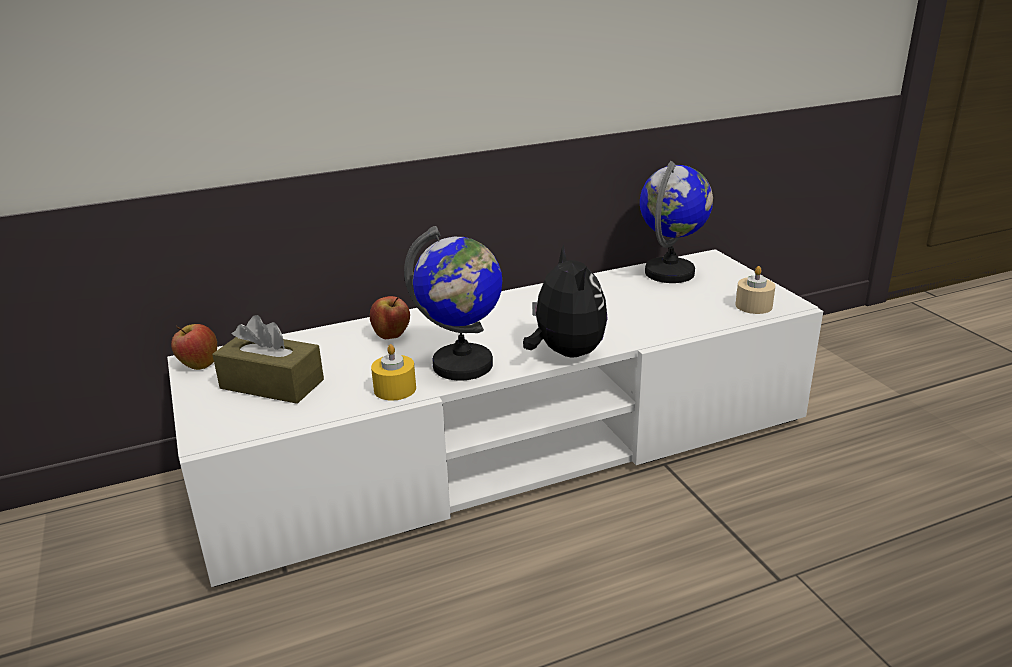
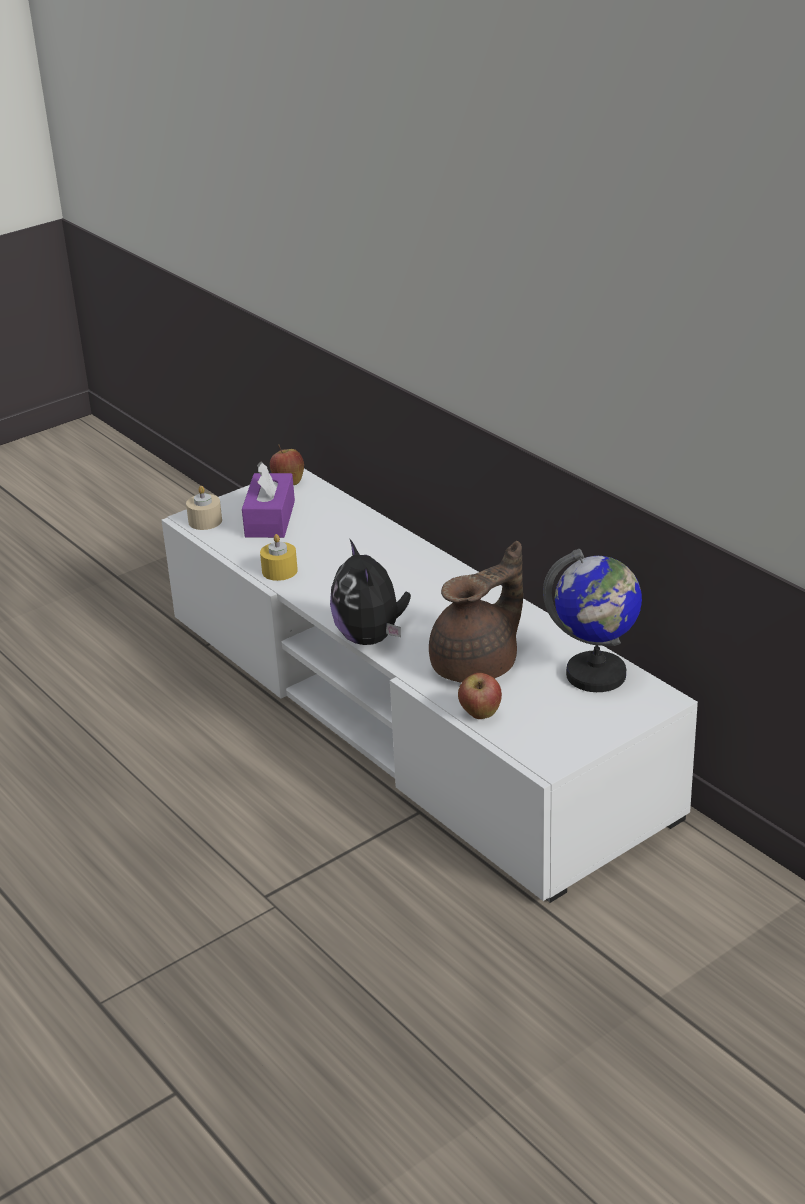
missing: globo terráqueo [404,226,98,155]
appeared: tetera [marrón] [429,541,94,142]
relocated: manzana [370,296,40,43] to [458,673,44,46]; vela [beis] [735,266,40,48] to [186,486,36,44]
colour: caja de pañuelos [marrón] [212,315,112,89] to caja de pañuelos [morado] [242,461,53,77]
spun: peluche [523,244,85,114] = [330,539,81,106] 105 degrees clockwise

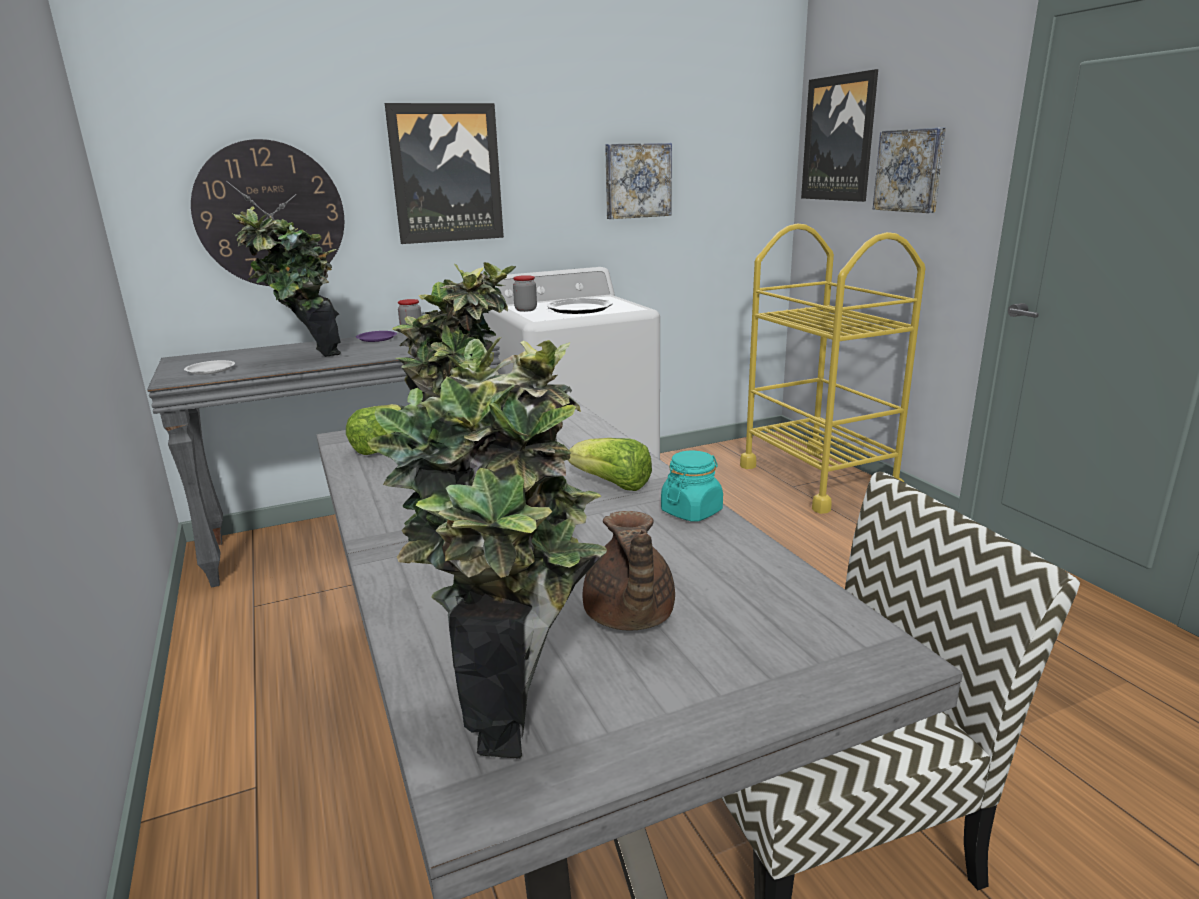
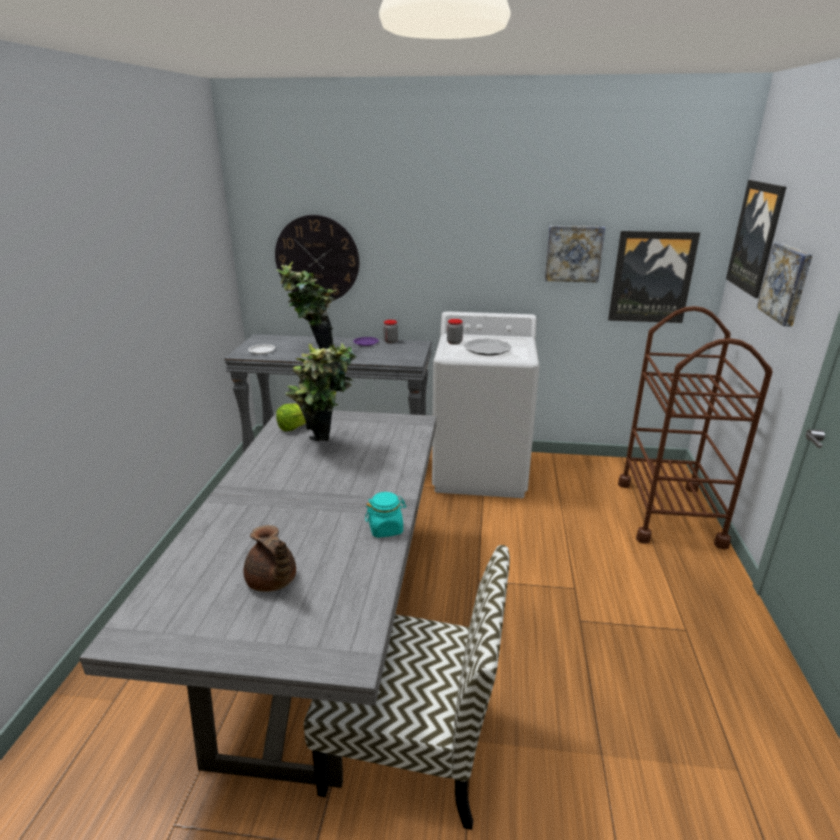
missing: planta en maceta [367,337,240,422]; lechuga [568,438,84,53]
relocated: cuadro [385,103,119,141] to [608,231,92,92]
colour: carrito [amarillo] [740,223,186,291] to carrito [marrón] [618,306,154,243]
spun: tetera [marrón] [583,511,92,120] = [244,525,52,67] 60 degrees counterclockwise

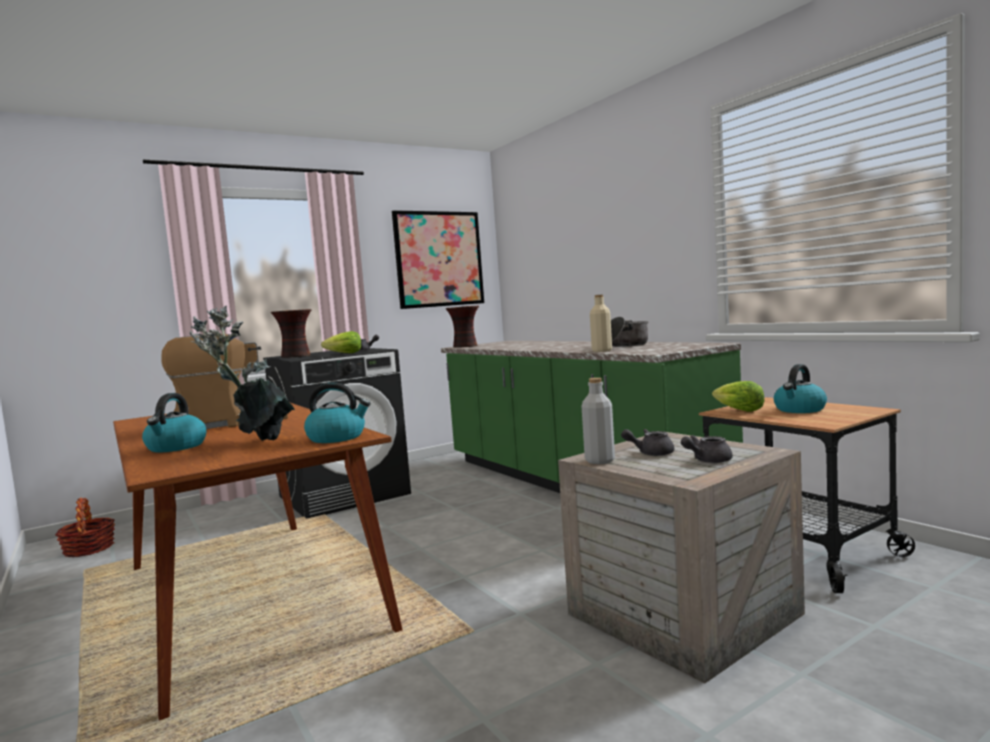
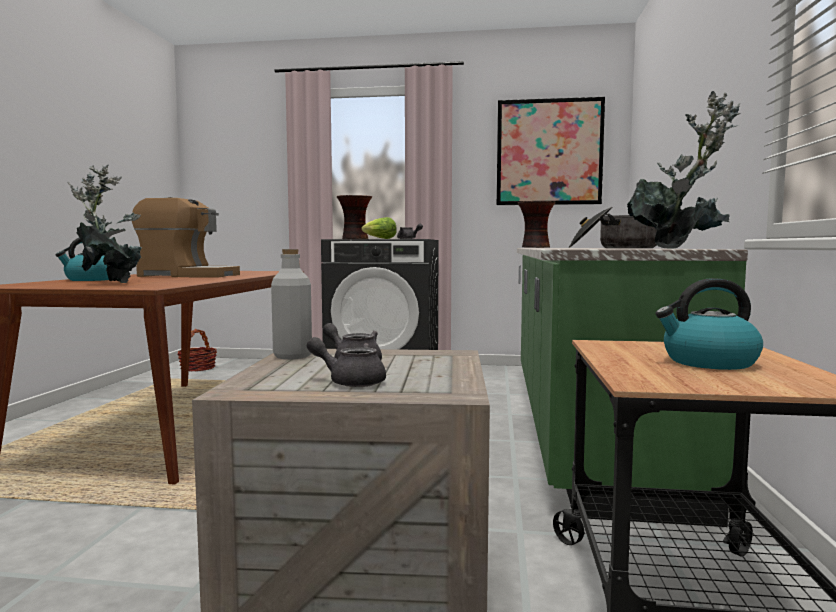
missing: hervidor [304,382,67,61]; botella [beis] [590,295,22,57]; lechuga [712,381,53,31]
appeared: planta en maceta [627,91,114,158]

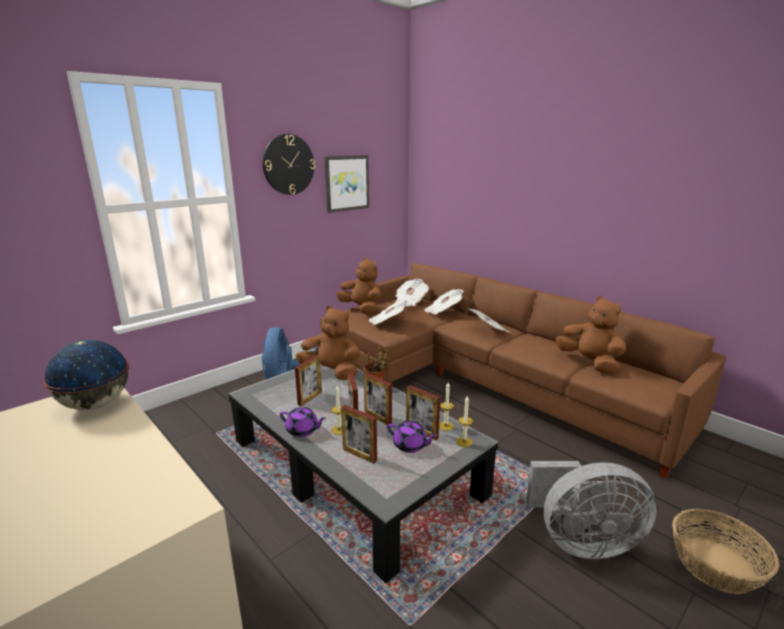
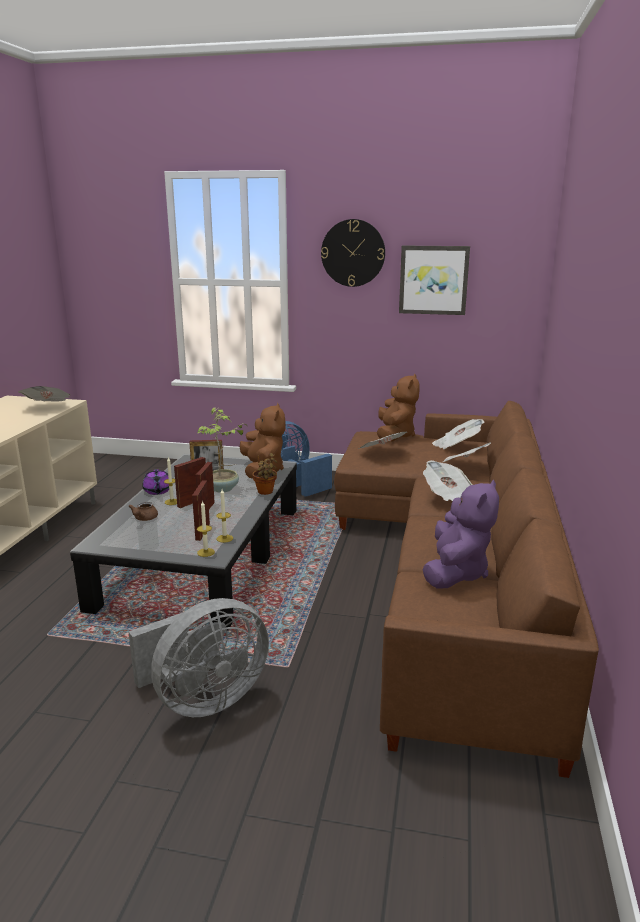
missing: tetera [morado] [387,421,51,32]; cesta [672,509,107,85]
appeared: planta en maceta [198,407,49,86]
exchanged: globo terráqueo [43,340,86,70] to periódico [18,386,52,16]; portarretratos [341,405,36,59] to tetera [marrón] [128,502,30,19]
colour: peluche [marrón] [555,296,71,78] to peluche [morado] [422,480,77,109]
spun: ventilador [gris] [526,461,131,98] = [129,598,140,119] 90 degrees counterclockwise

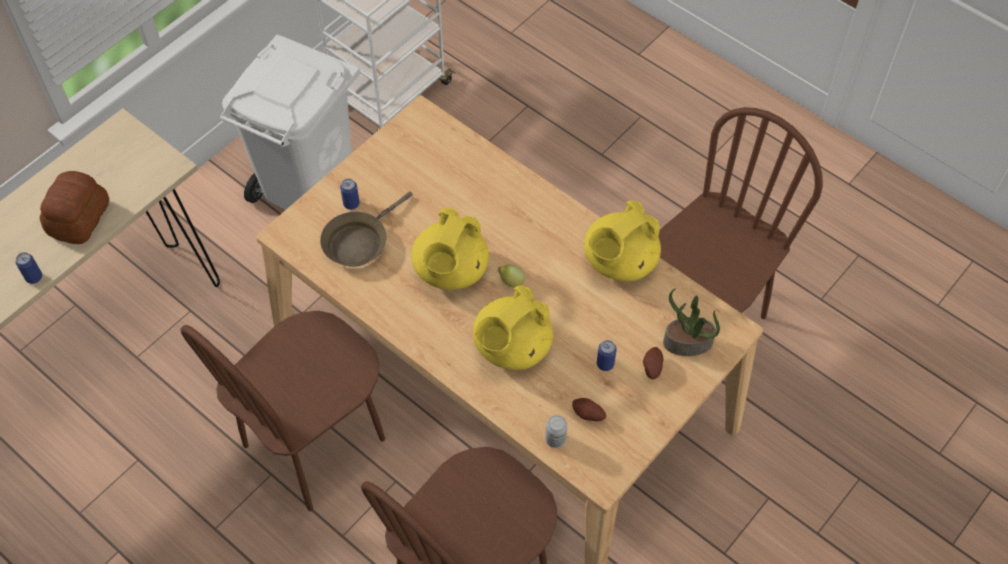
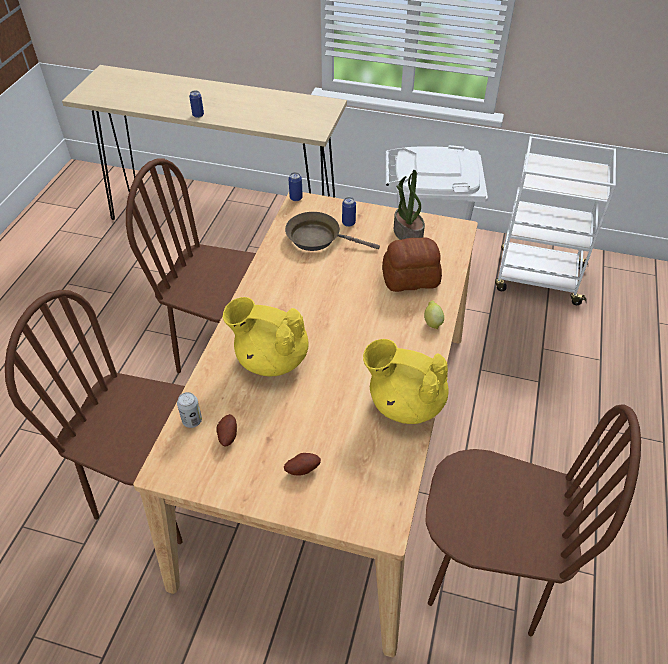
missing: tetera [amarillo] [411,208,78,82]
relocated: pan [40,171,69,73] to [382,237,60,55]; limón [498,265,27,23] to [424,300,20,29]; lata [597,340,20,31] to [288,172,15,29]; planta en maceta [663,288,57,68] to [394,170,31,70]

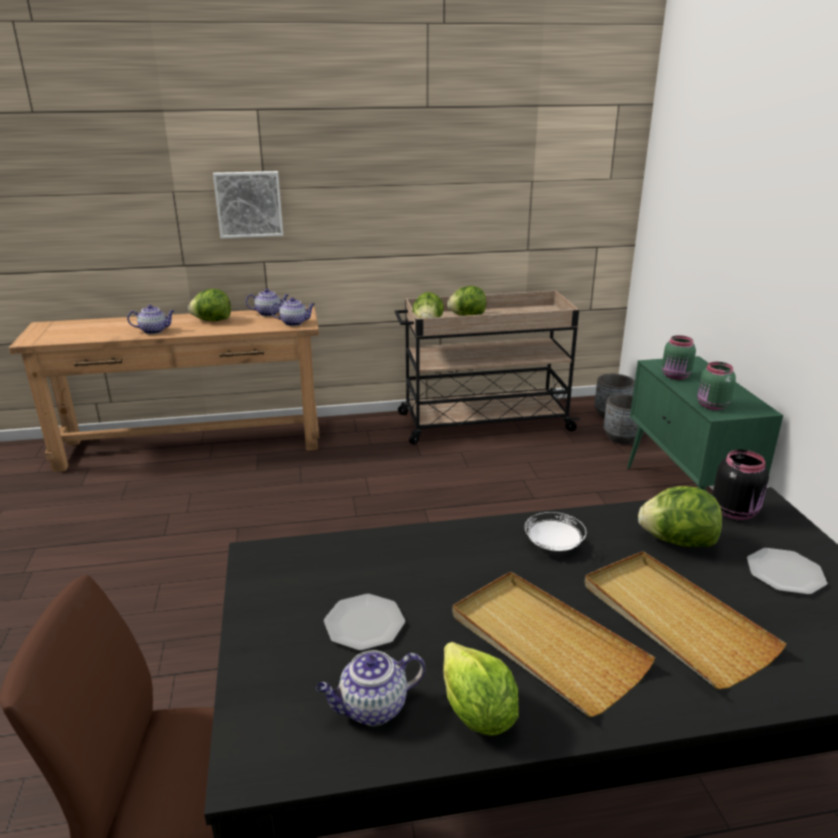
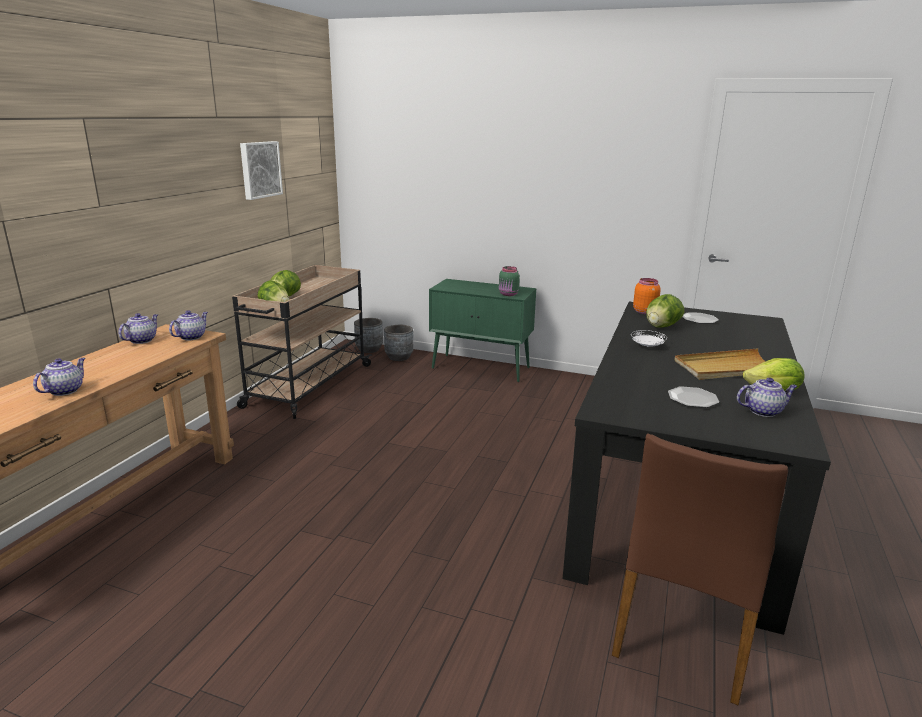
missing: lechuga [188,289,43,32]; bandeja [beis] [585,551,201,138]; tarro [verde] [662,335,34,45]
relocated: cuadro [213,171,70,67] to [240,141,43,59]
colour: tarro [negro] [712,450,57,70] to tarro [naranja] [633,278,28,36]
spun: tetera [316,650,109,76] = [737,377,61,40] 105 degrees counterclockwise

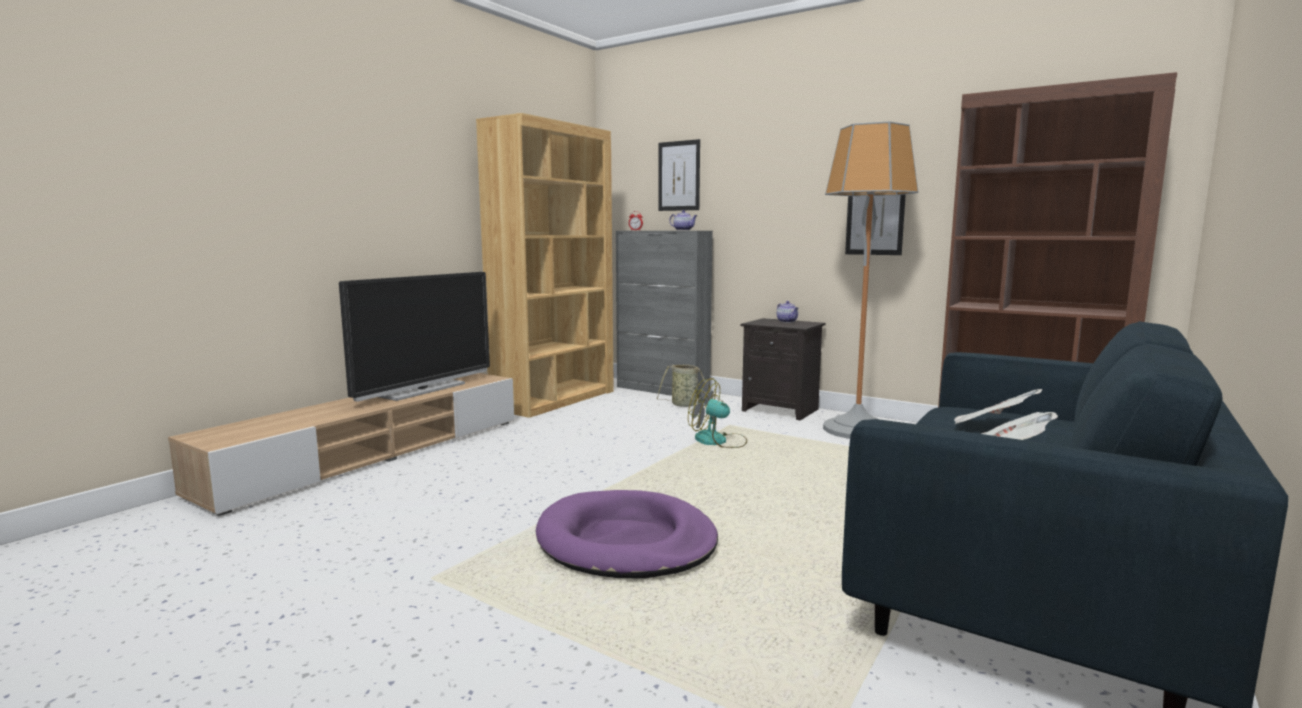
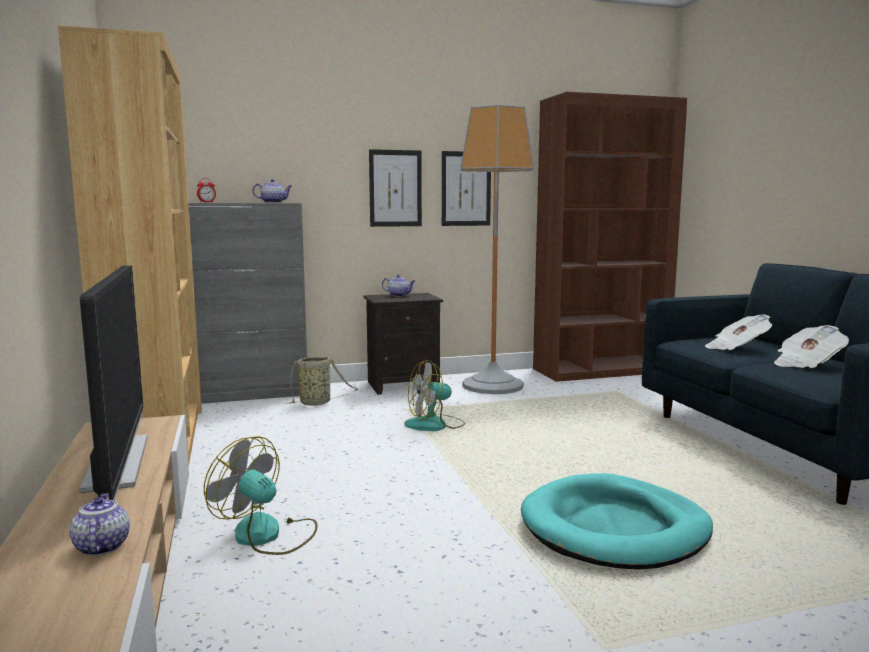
appeared: tetera [69,493,61,63]; ventilador [204,436,114,119]
relocated: cuadro [658,139,42,72] to [369,149,53,78]
colour: cama para perro [morado] [536,490,182,89] to cama para perro [turquesa] [521,473,192,97]

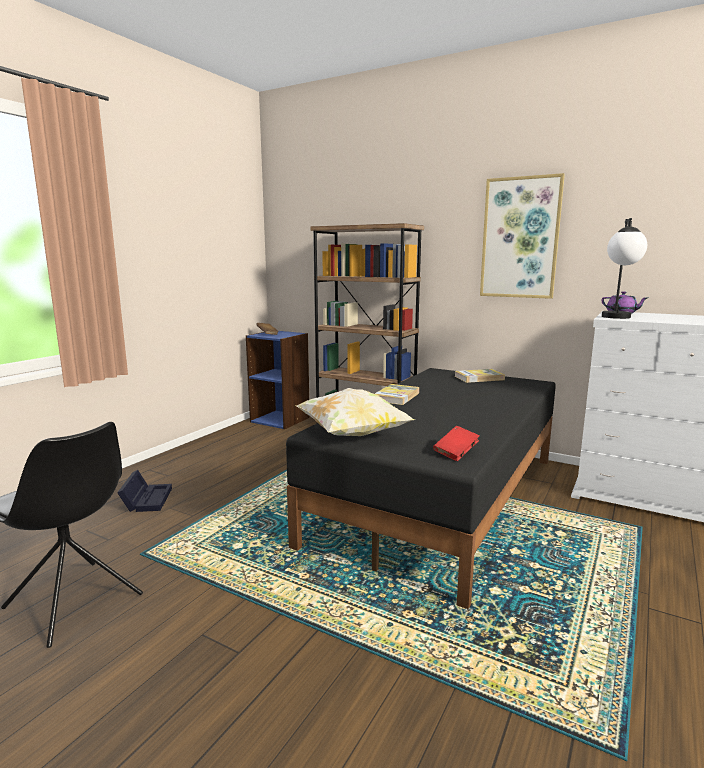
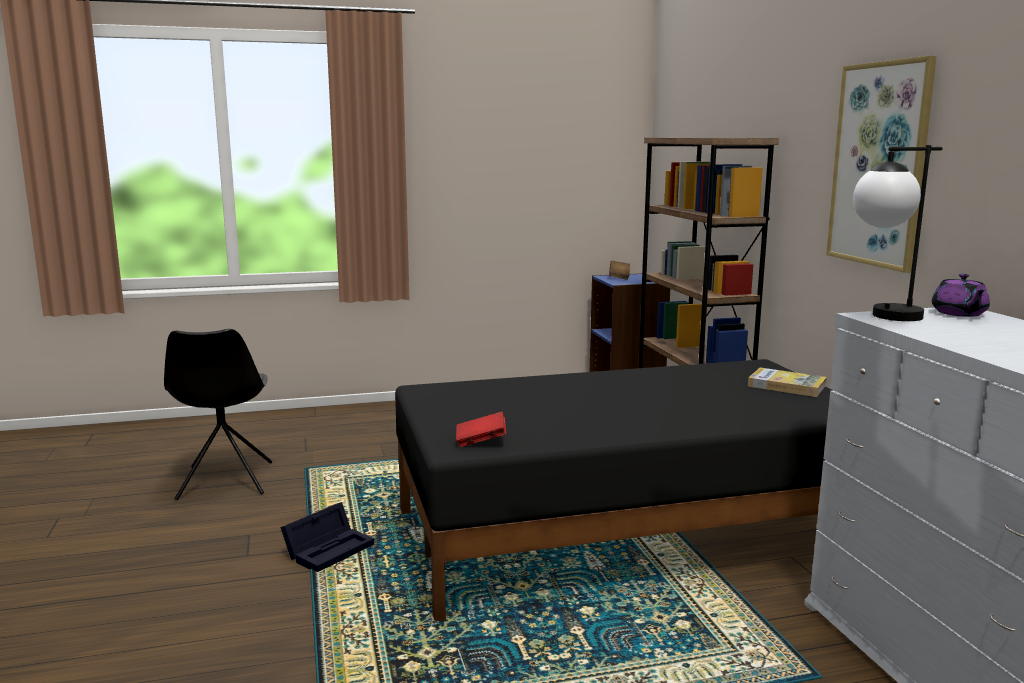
missing: cojín [295,388,120,48]; libro [375,384,44,21]
relocated: caja de almacenaje [negro] [117,470,55,42] to [280,502,94,70]

